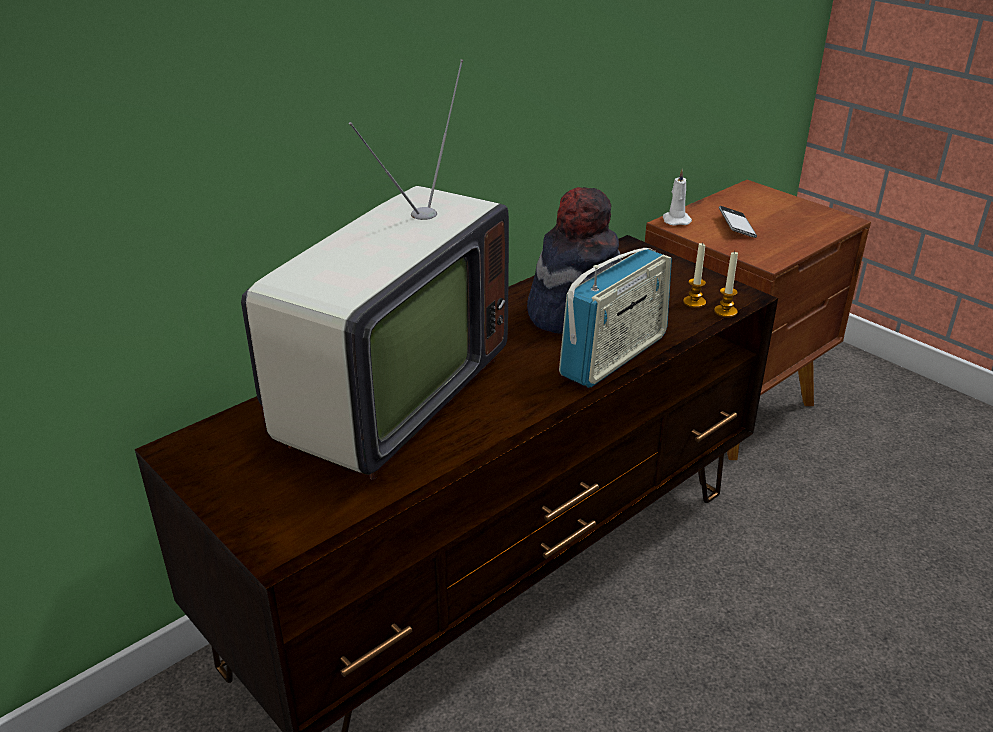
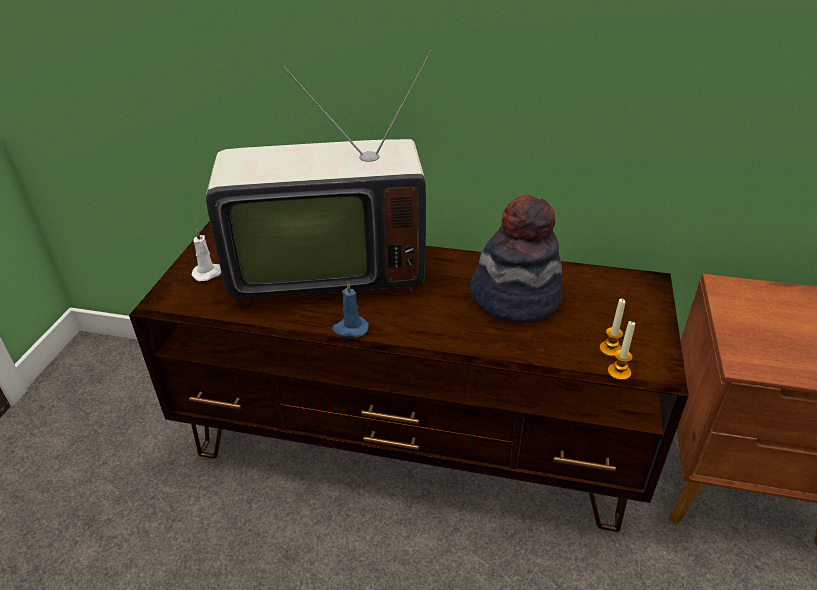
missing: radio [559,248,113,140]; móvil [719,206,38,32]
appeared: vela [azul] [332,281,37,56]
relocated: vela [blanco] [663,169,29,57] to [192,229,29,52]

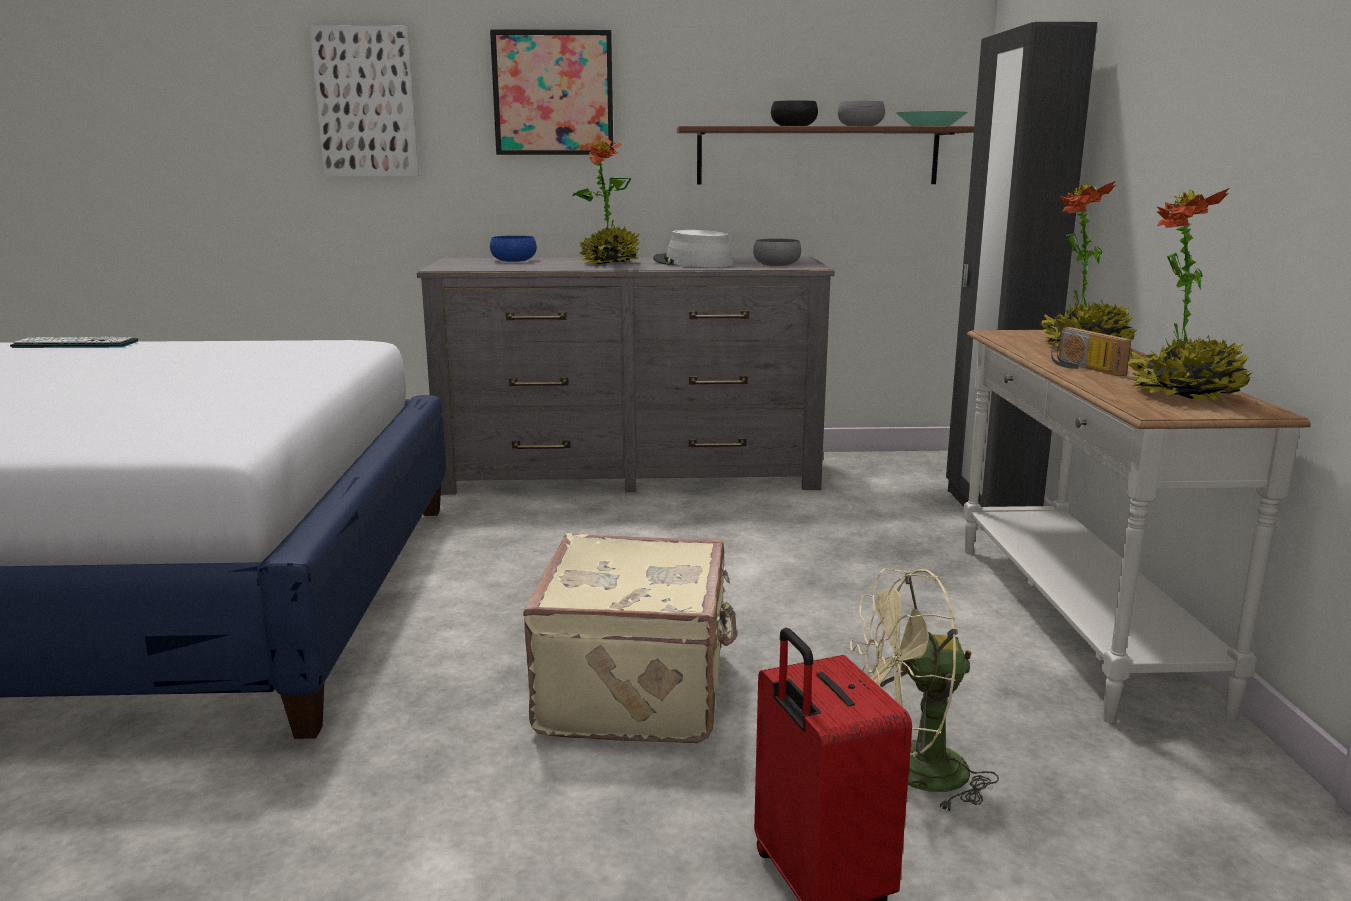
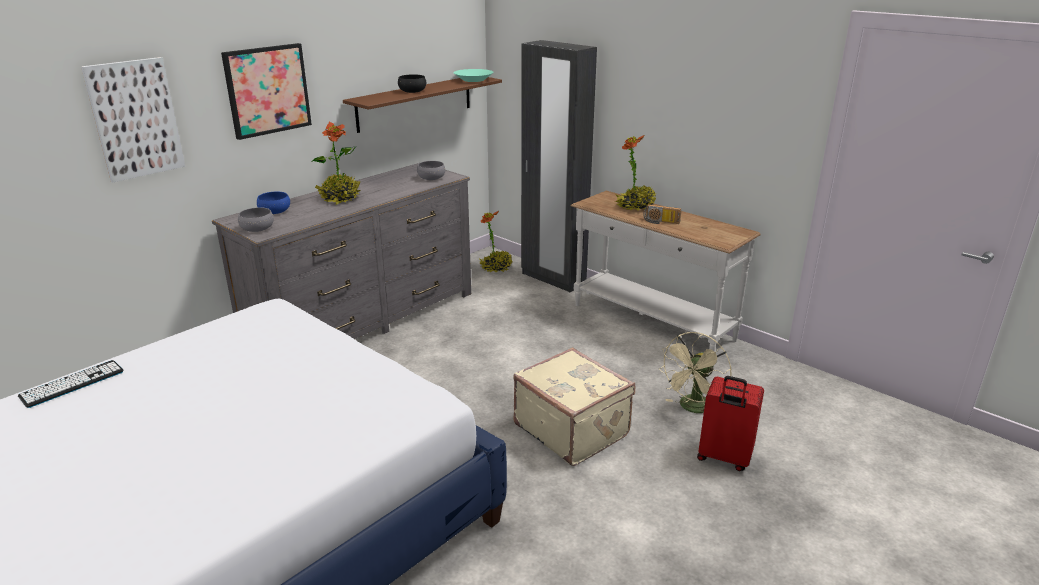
missing: sombrero [gris] [653,230,81,37]
relocated: cuenco [gris] [838,101,47,25] to [238,207,36,25]; planta en maceta [1127,188,126,213] to [478,211,34,61]

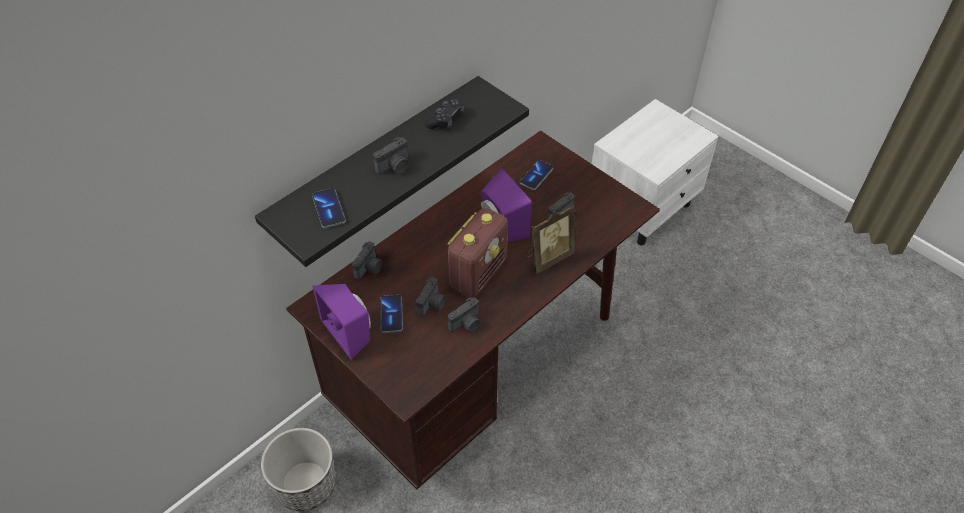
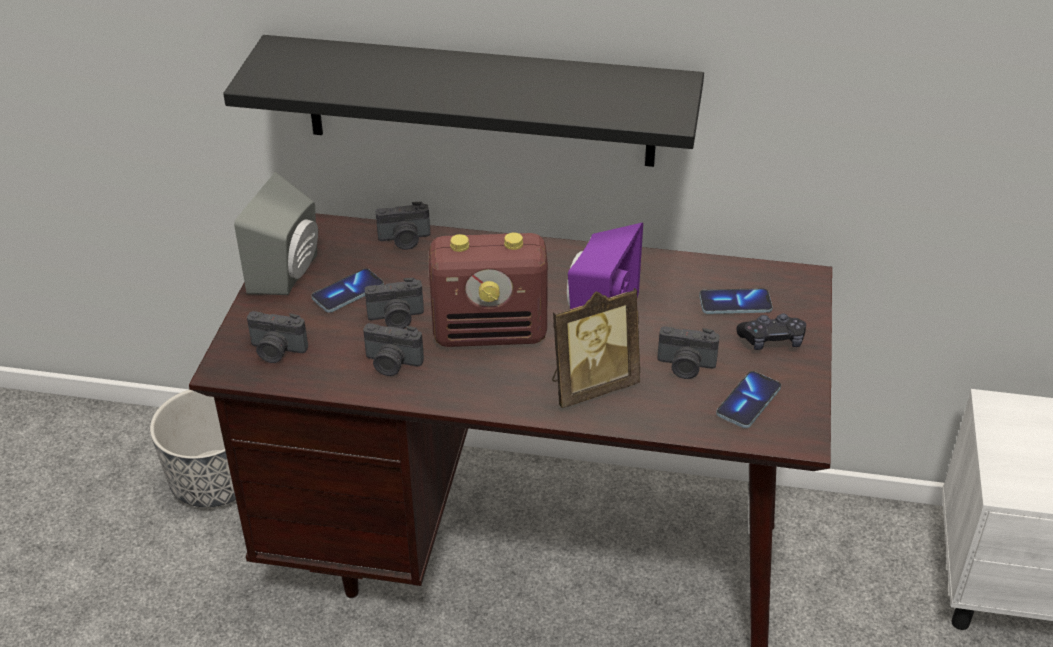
relocated: móvil [312,188,34,40] to [716,371,65,57]; cámara [373,137,36,37] to [247,311,61,52]; mando de consola [negro] [425,98,39,31] to [737,313,69,37]
colour: altavoz [morado] [312,284,59,75] to altavoz [gris] [234,172,84,123]
spun: portarretratos [527,205,49,69] = [552,288,88,120] 45 degrees counterclockwise

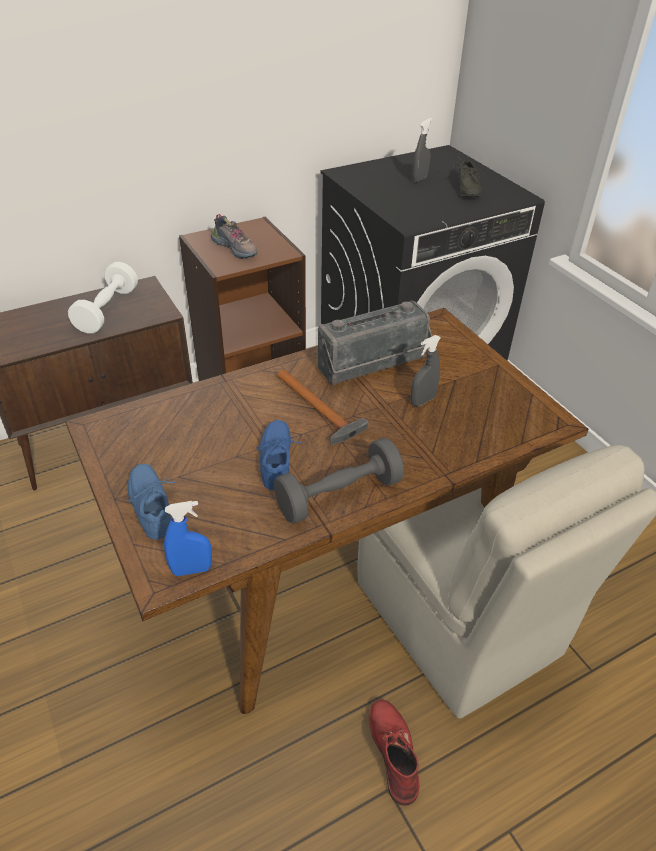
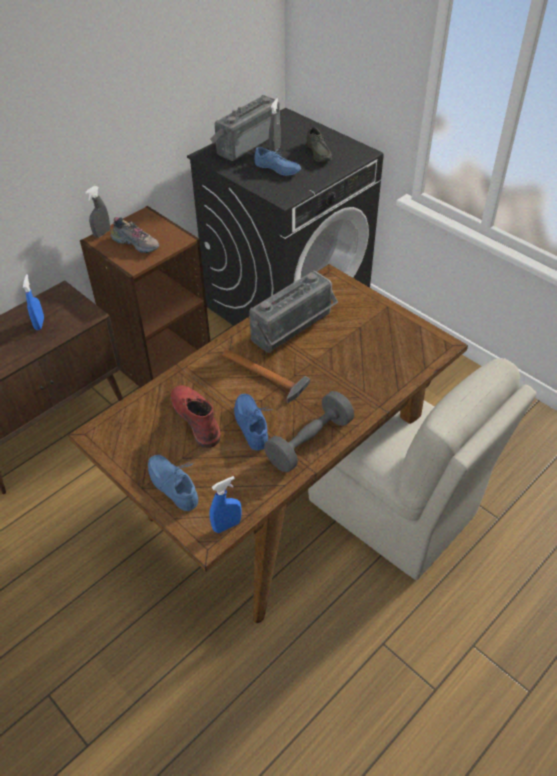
appeared: radio [210,95,70,66]; zapato [azul] [254,147,47,29]
relocated: bota [rojo] [369,700,51,106] to [171,385,50,63]; pulverizador [gris] [410,335,31,72] to [85,186,25,52]
exchanged: mancuerna [blanco] [68,262,70,72] to pulverizador [azul] [23,274,21,56]

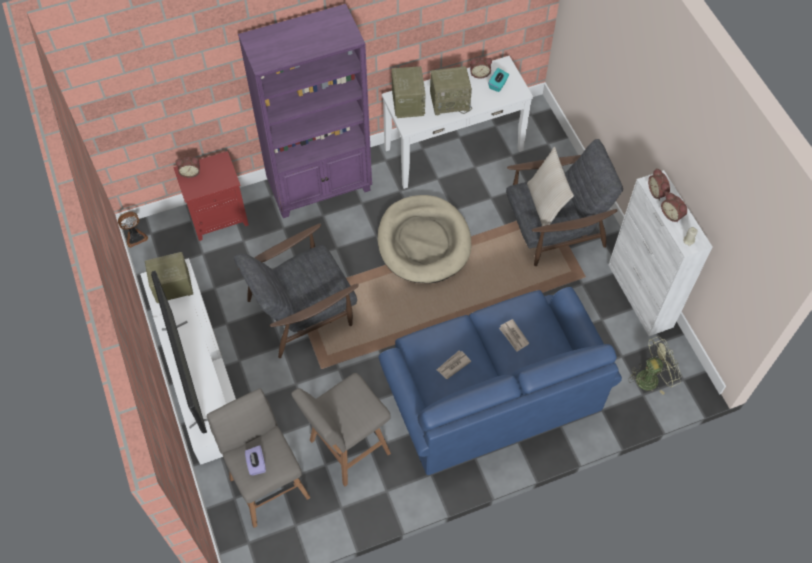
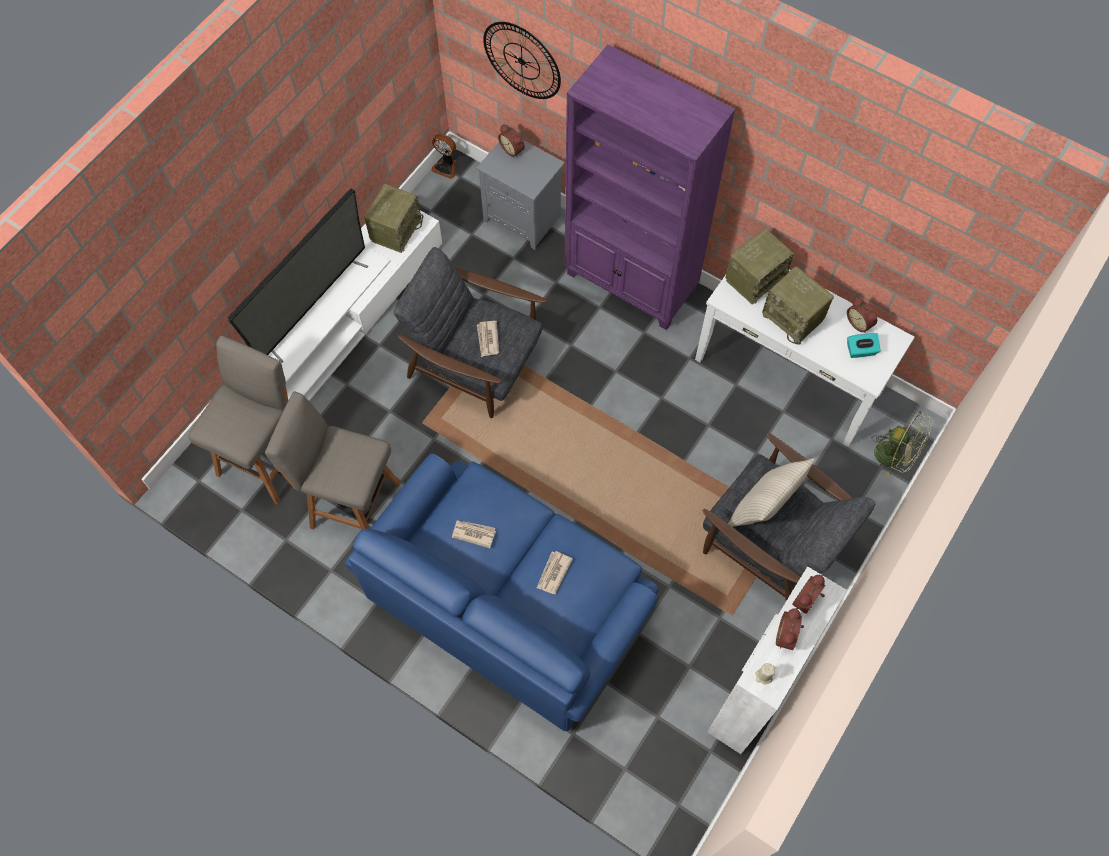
missing: caja de pañuelos [morado] [245,445,21,31]; cama para perro [beis] [377,195,95,88]
appeared: periódico [477,321,22,36]; reloj de pared [483,22,78,77]
relocated: ventilador [verde] [628,337,53,58] to [872,411,61,67]
colour: mesita de noche [rojo] [173,151,76,90] to mesita de noche [gris] [476,140,89,110]
spun: radio [145,252,48,51] = [364,184,59,69] 75 degrees clockwise

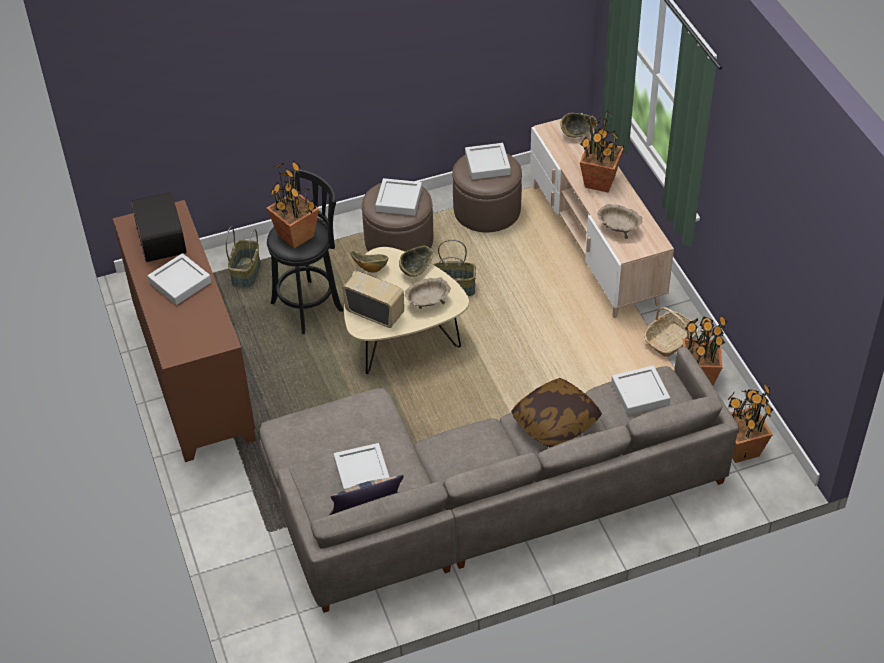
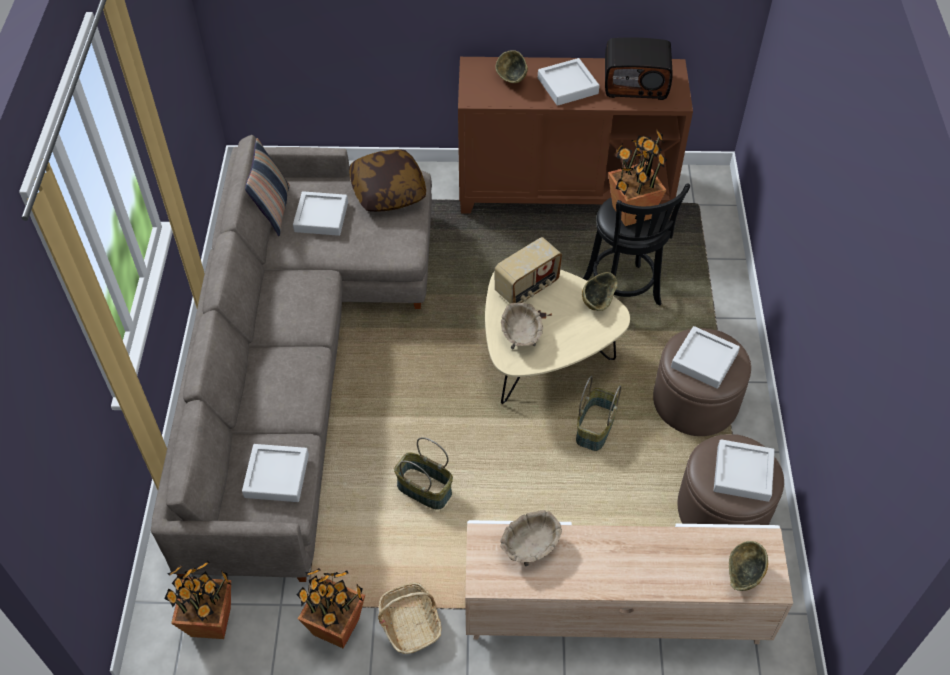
missing: planta en maceta [580,109,45,83]
relocated: cesta [226,226,34,62] to [394,437,59,73]; cuenco [399,245,34,32] to [495,50,33,33]; cojín [511,378,91,69] to [349,149,77,63]

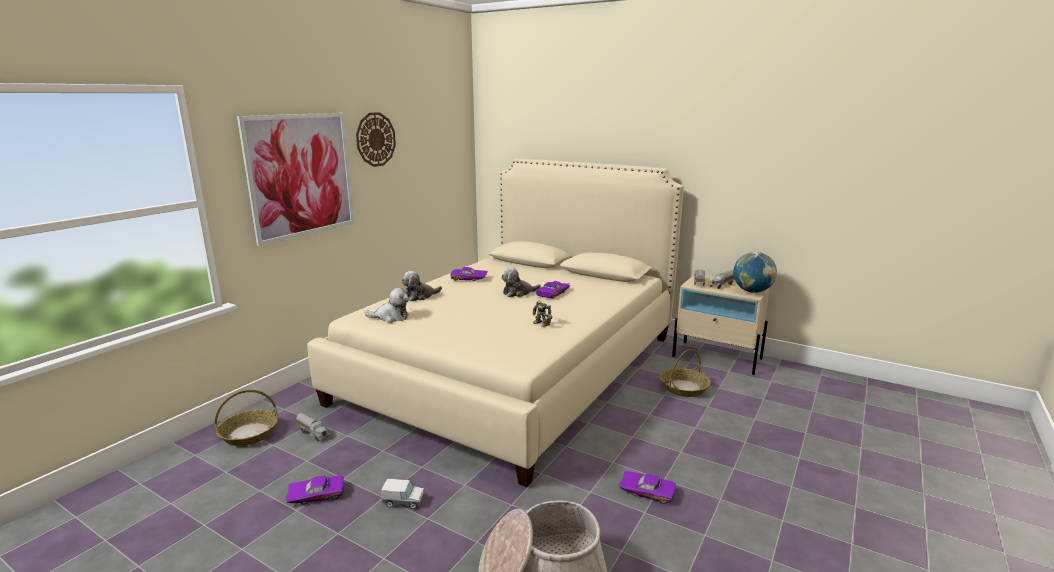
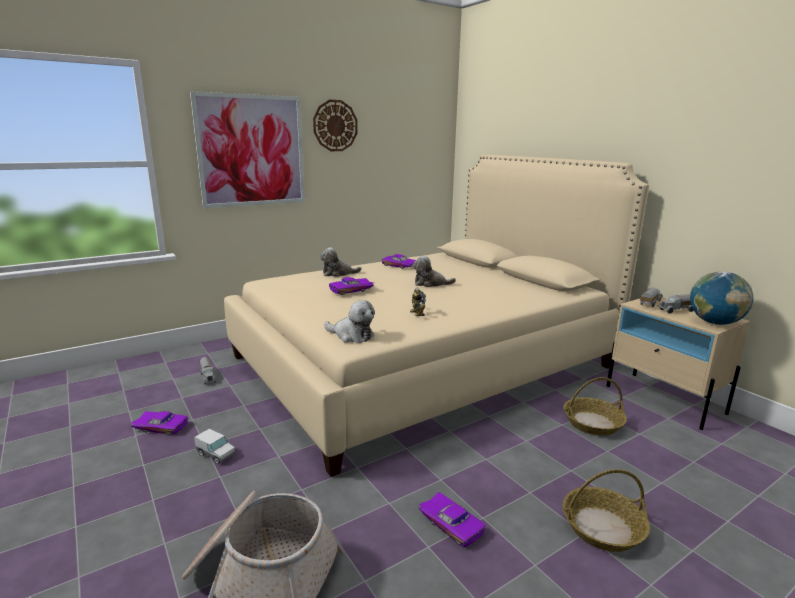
relocated: cesta [214,390,64,56] to [563,469,87,83]; peluche [364,288,45,35] to [324,300,51,43]; coche de juguete [morado] [536,281,34,18] to [329,277,45,18]

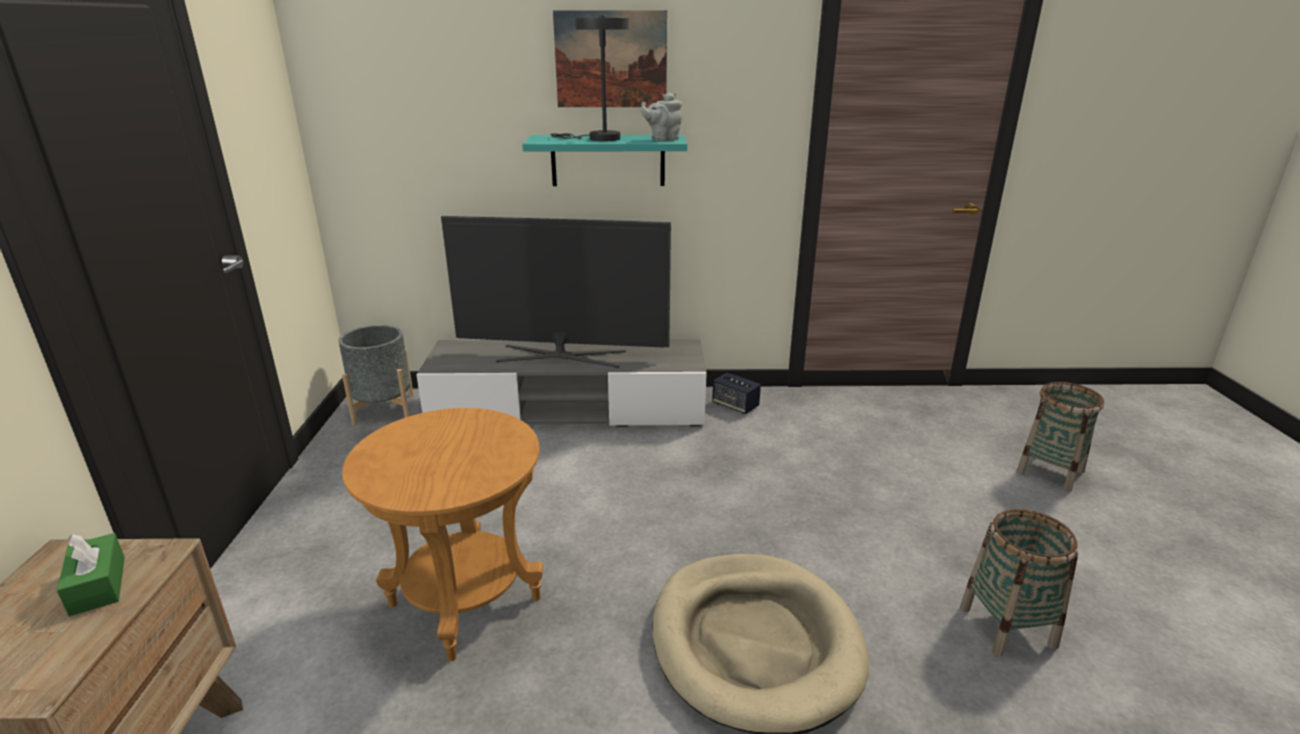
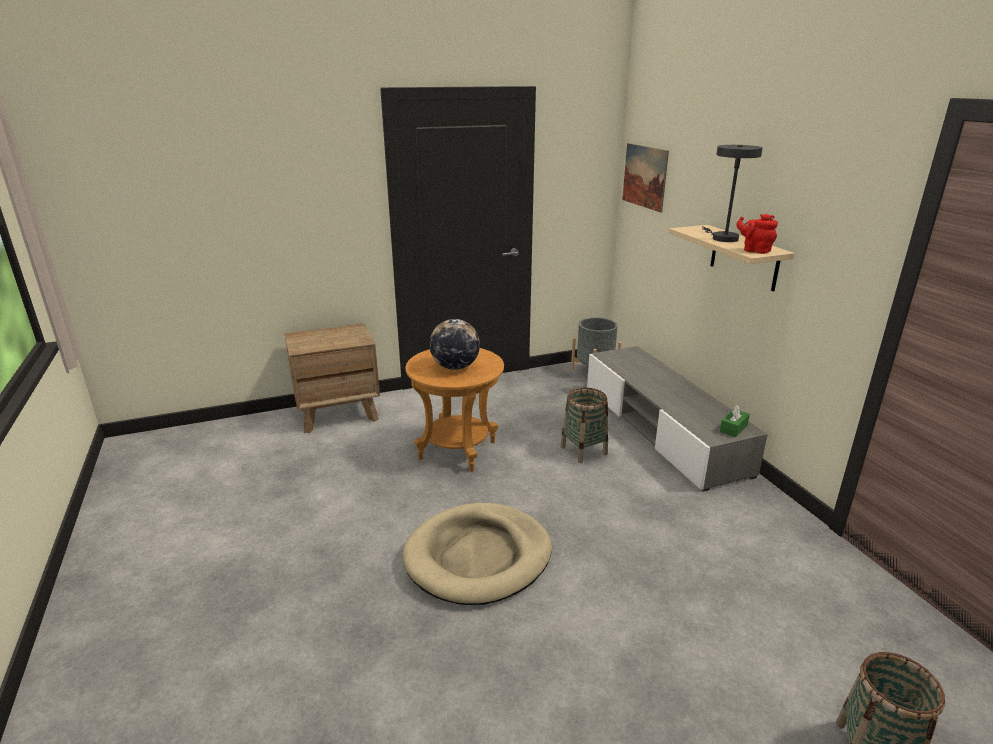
missing: televisor [441,216,230,152]; altavoz [712,373,49,41]
appeared: globo terráqueo [429,319,51,51]
relocated: caja de pañuelos [verde] [57,533,68,83] to [720,405,30,32]; cuadro [553,10,114,97] to [622,143,47,70]; cesta [960,509,118,148] to [560,388,48,75]
colour: estante [turquesa] [522,135,165,51] to estante [beis] [669,225,126,67]; tetera [gris] [641,93,41,48] to tetera [rojo] [736,214,42,40]

